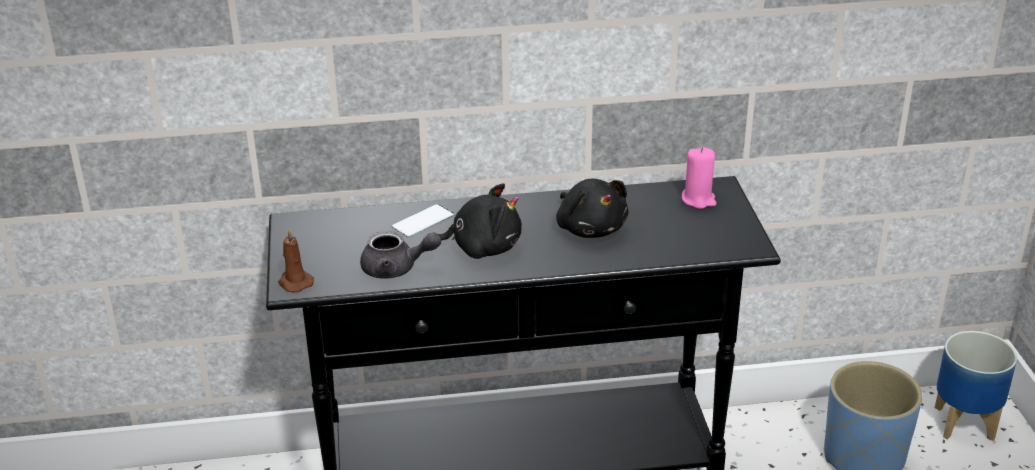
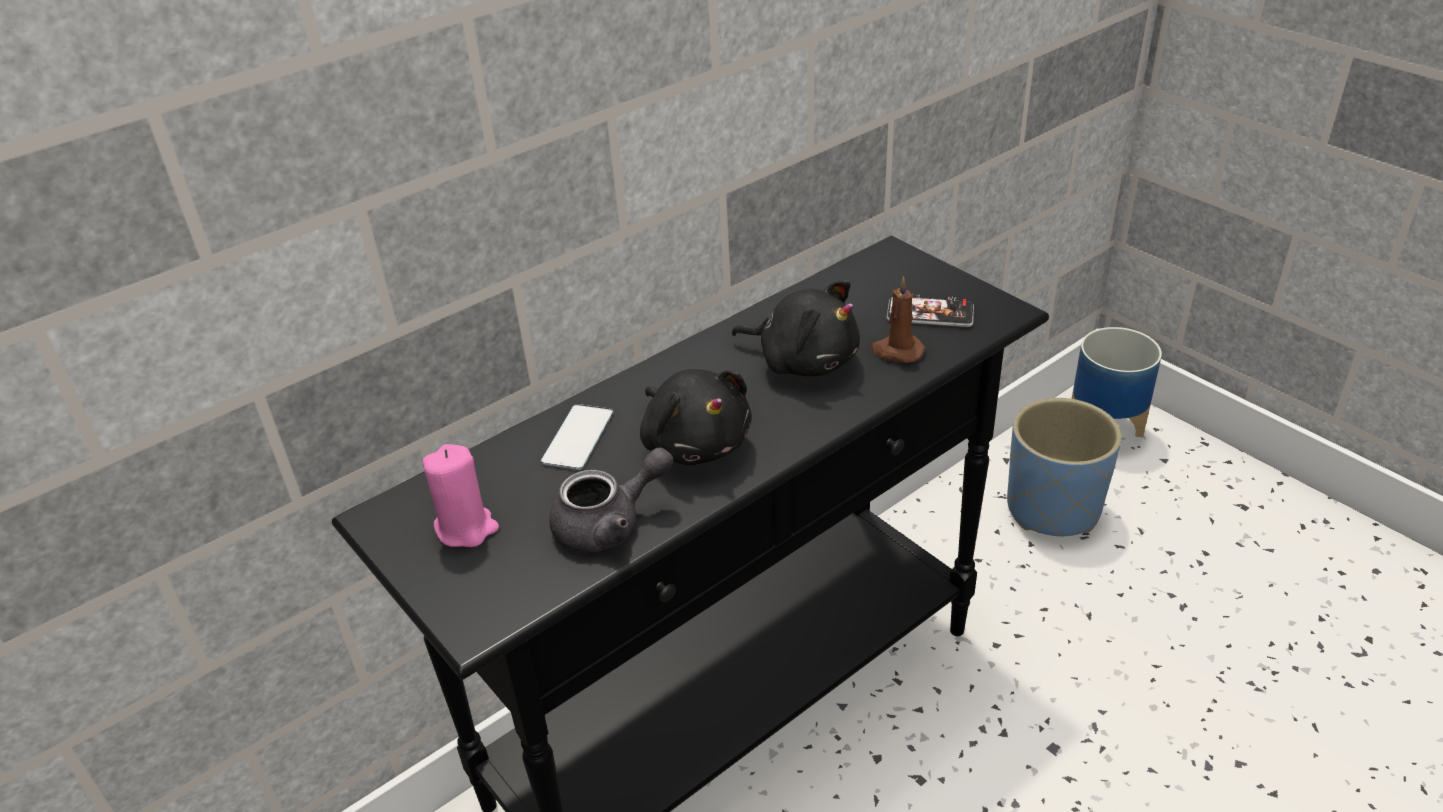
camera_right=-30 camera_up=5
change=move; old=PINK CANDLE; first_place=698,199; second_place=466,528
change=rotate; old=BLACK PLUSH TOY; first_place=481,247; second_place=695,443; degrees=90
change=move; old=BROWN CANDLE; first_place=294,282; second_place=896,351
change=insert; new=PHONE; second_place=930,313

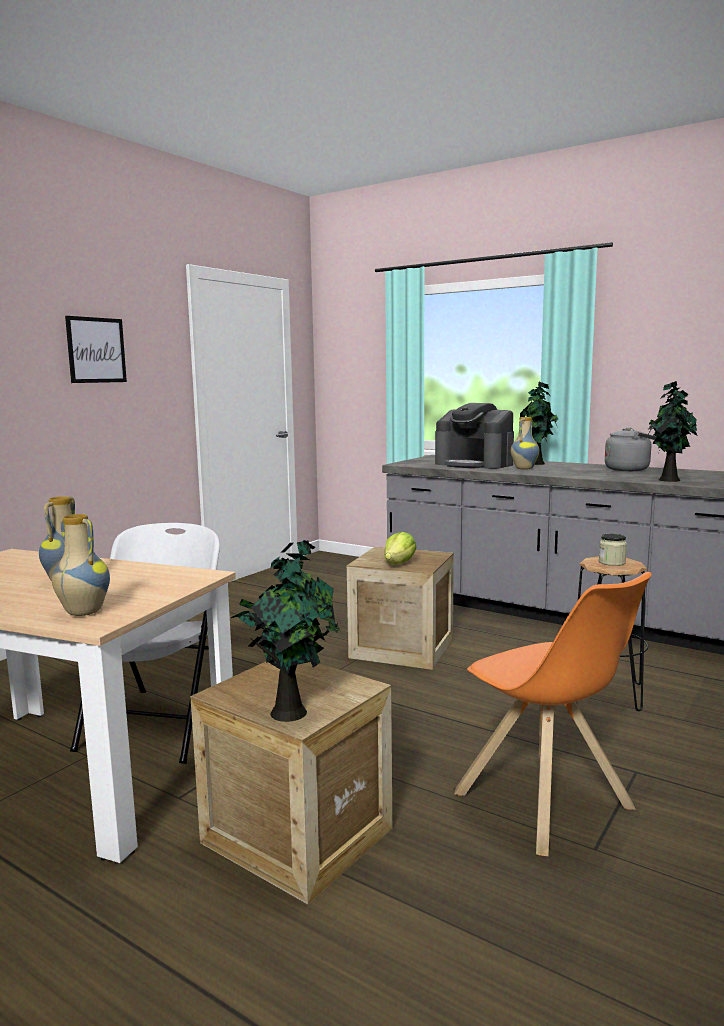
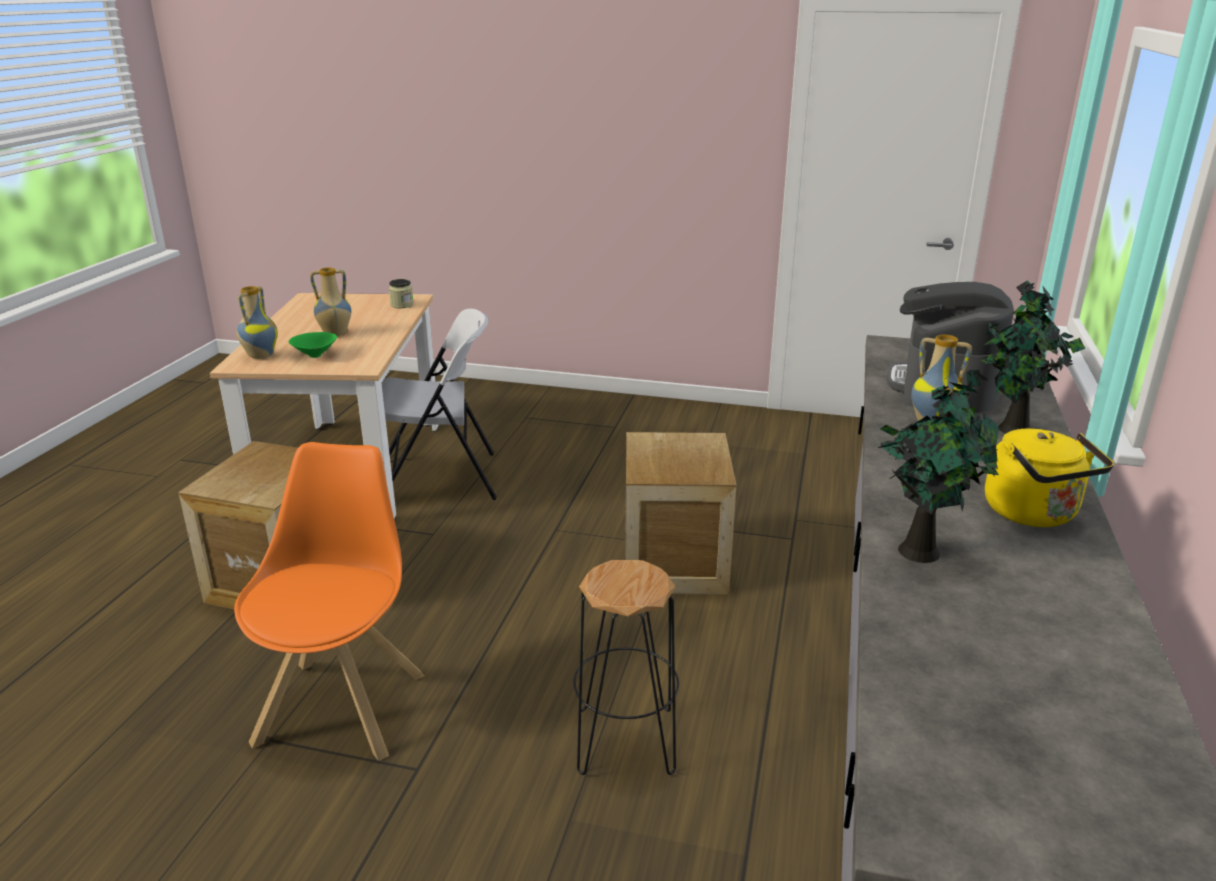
camera_right=70 camera_up=15
change=delete; old=PICTURE; first_place=96,350
change=recolor; old=GREY KETTLE; new=YELLOW KETTLE; first_place=630,469; second_place=1034,514
change=delete; old=LETTUCE; first_place=399,564
change=move; old=JAR; first_place=612,562; second_place=402,305
change=delete; old=POTTED PLANT; first_place=291,711
change=rotate; old=ORANGE CHAIR; first_place=546,803; second_place=343,704; degrees=150
change=insert; new=GREEN BOWL; second_place=315,356

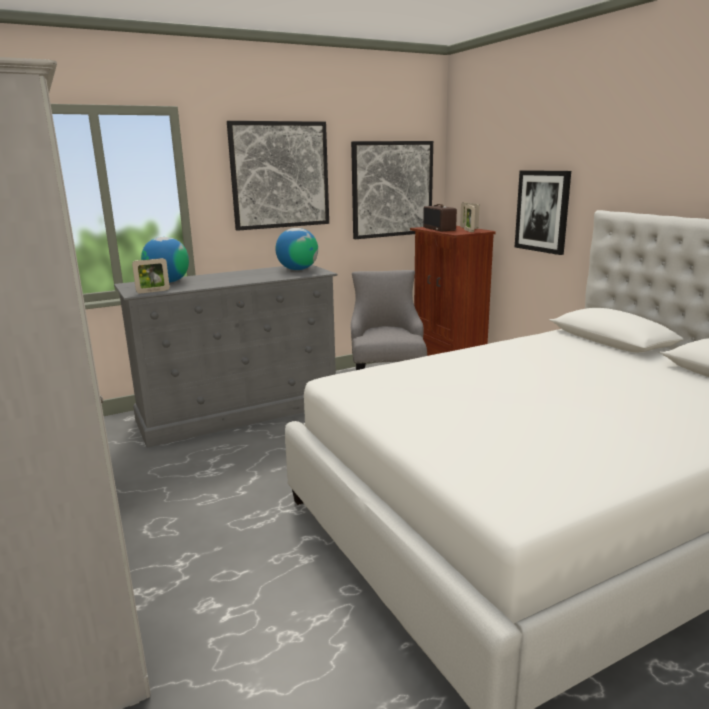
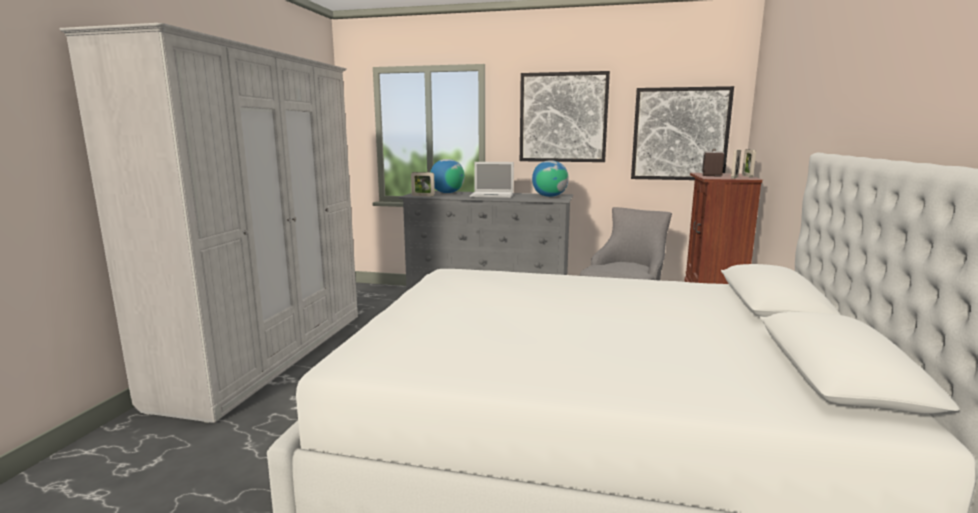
camera_right=40 camera_up=-5
change=delete; old=PICTURE; first_place=542,211
change=insert; new=LAPTOP; second_place=493,195

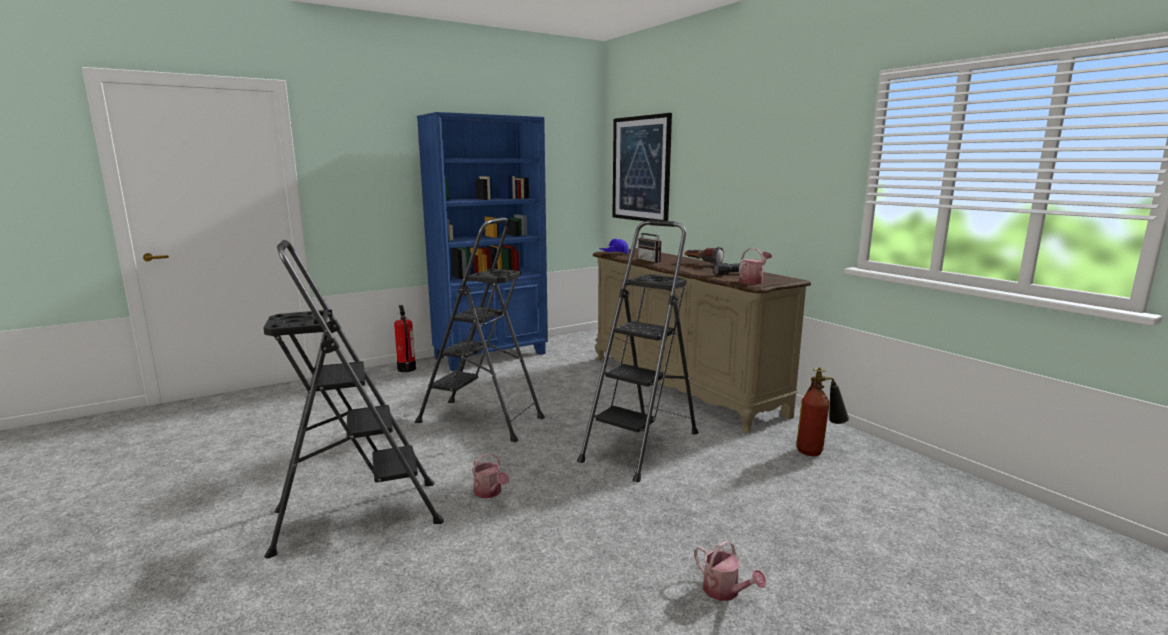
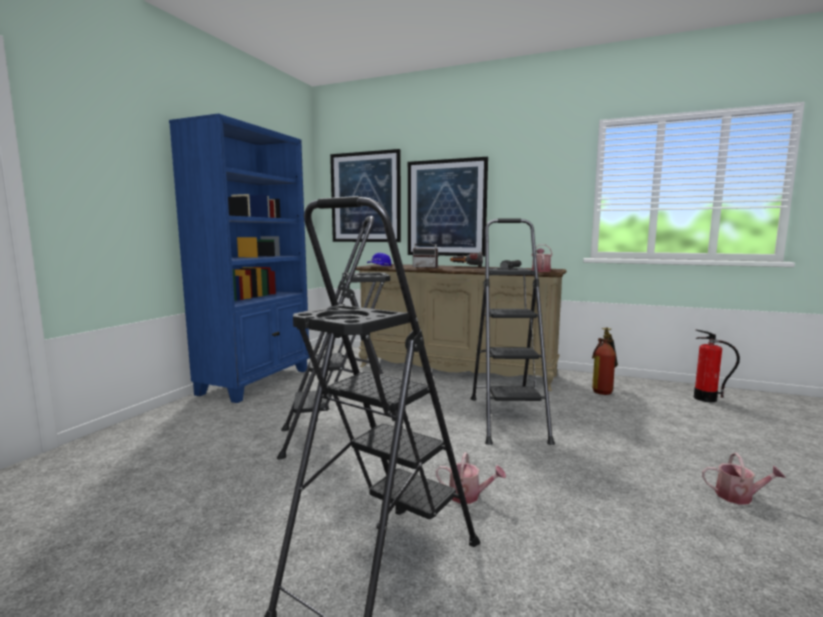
camera_right=-35 camera_up=-5
change=move; old=FIRE EXTINGUISHER; first_place=406,369; second_place=705,398
change=insert; new=PICTURE; second_place=446,208

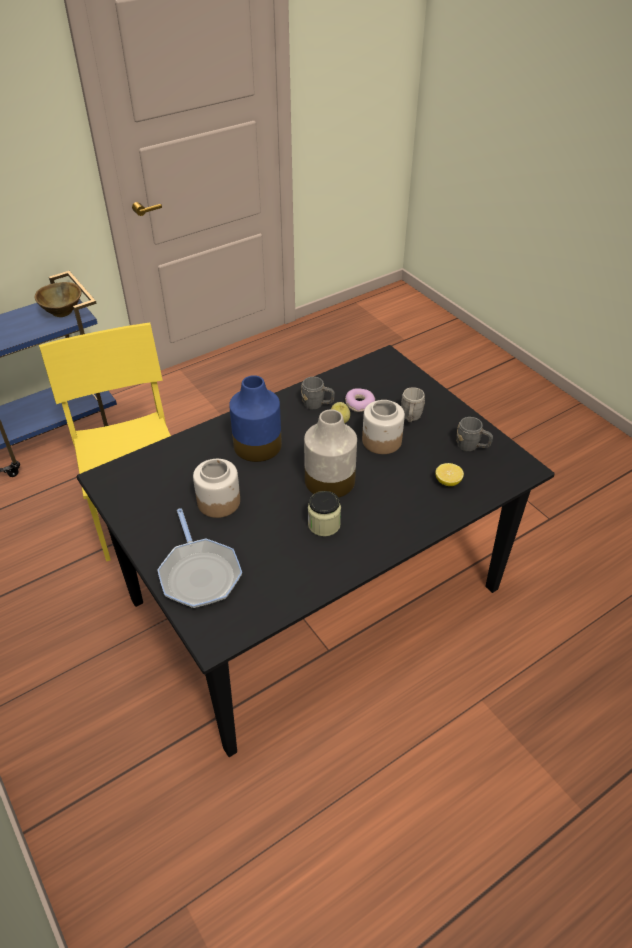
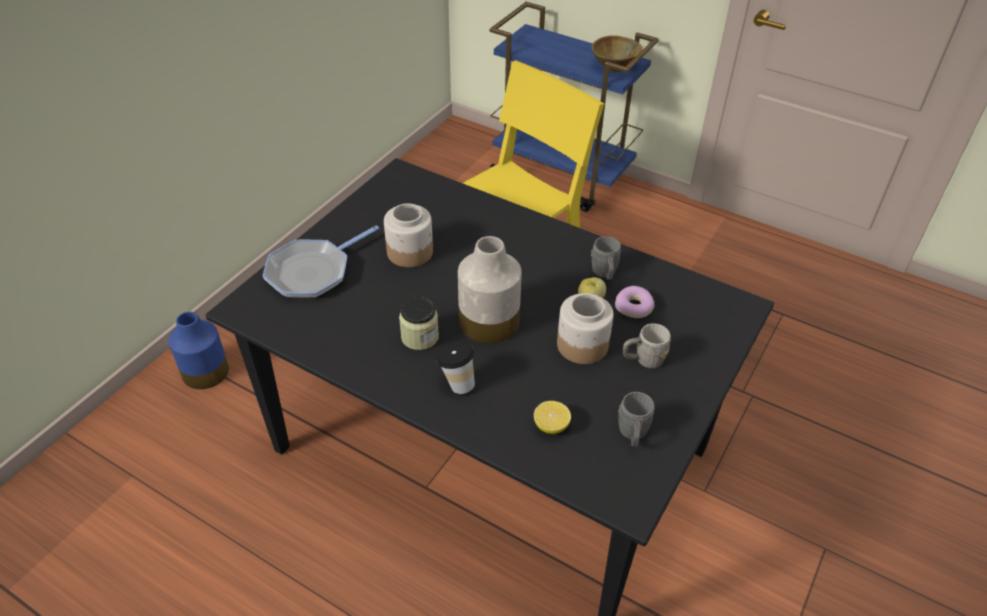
camera_right=65 camera_up=0
change=move; old=BLUE VASE; first_place=257,445; second_place=205,372
change=insert; new=CUP; second_place=456,383

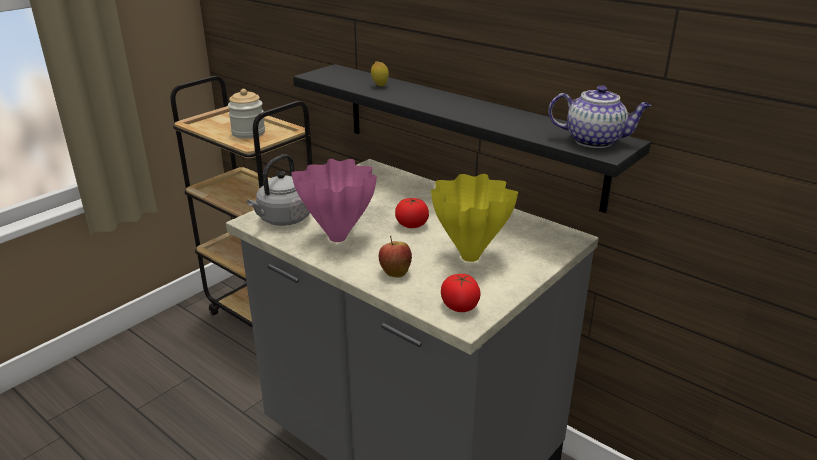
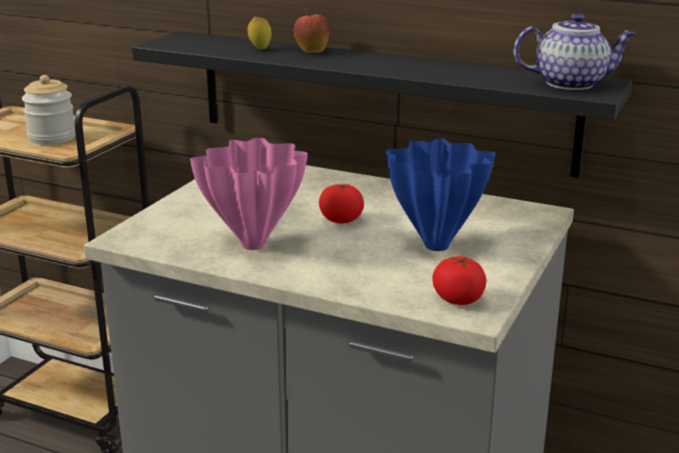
camera_right=-15 camera_up=-5
change=delete; old=GREY KETTLE; first_place=282,220
change=recolor; old=YELLOW VASE; new=BLUE VASE; first_place=470,256; second_place=436,245
change=move; old=APPLE; first_place=395,272; second_place=312,51

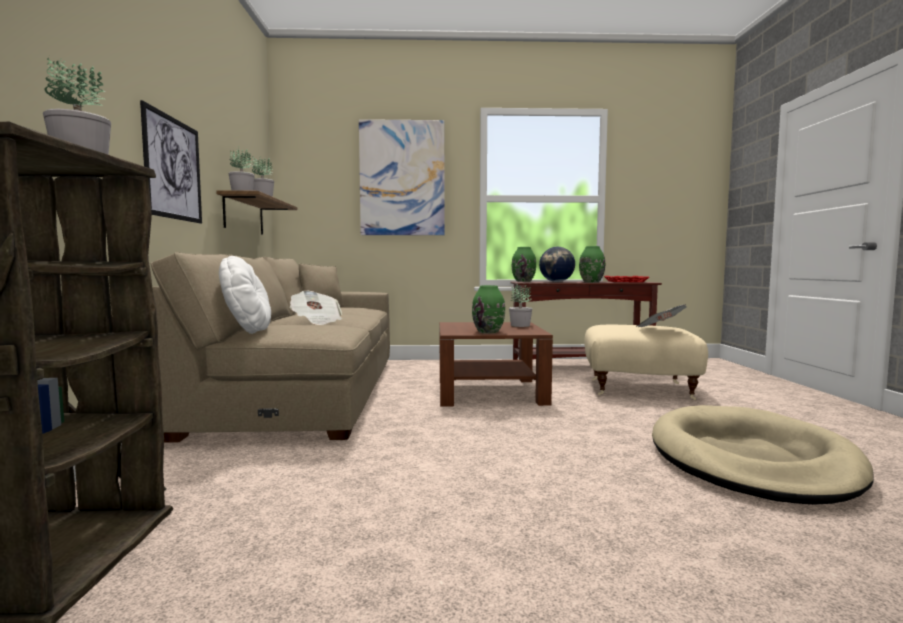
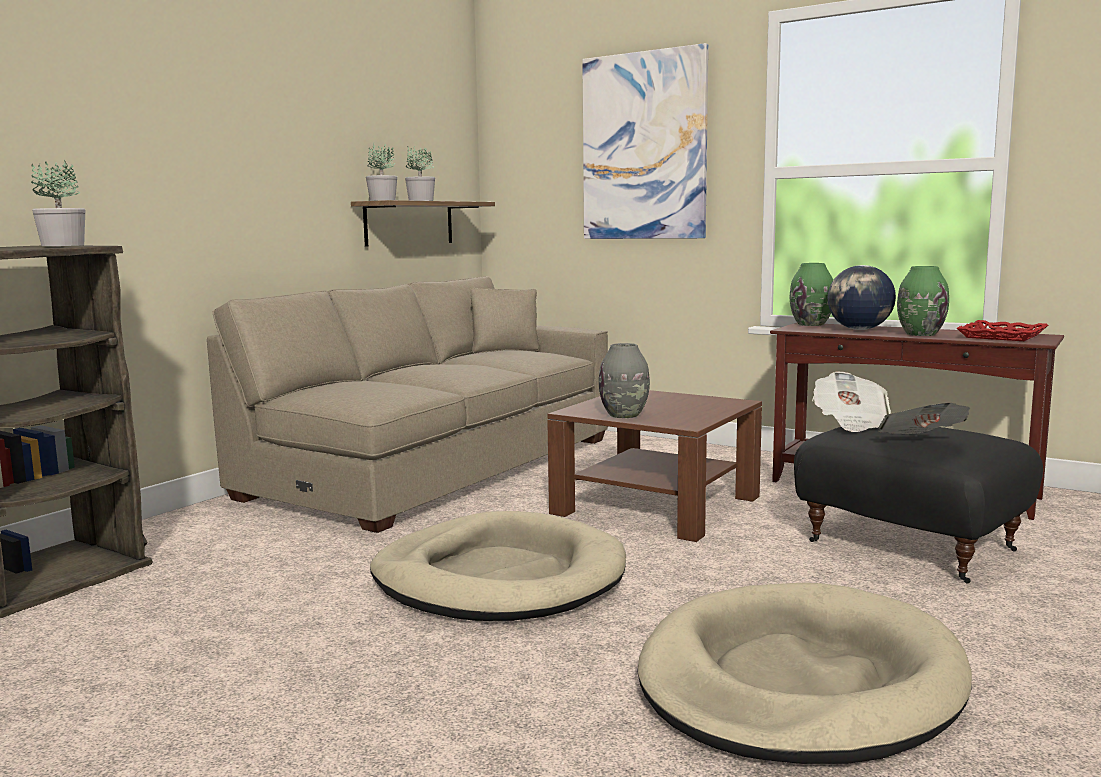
camera_right=35 camera_up=5
change=delete; old=PICTURE; first_place=173,168
change=delete; old=WHITE PILLOW; first_place=247,332
change=delete; old=POTTED PLANT; first_place=520,325
change=recolor; old=GREEN VASE; new=GREY VASE; first_place=488,332; second_place=624,415
change=move; old=NEWSPAPER; first_place=316,322; second_place=850,423
change=recolor; old=BEIGE OTTOMAN; new=BLACK OTTOMAN; first_place=639,388; second_place=912,545
change=insert; new=BEIGE DOG BED; second_place=499,578

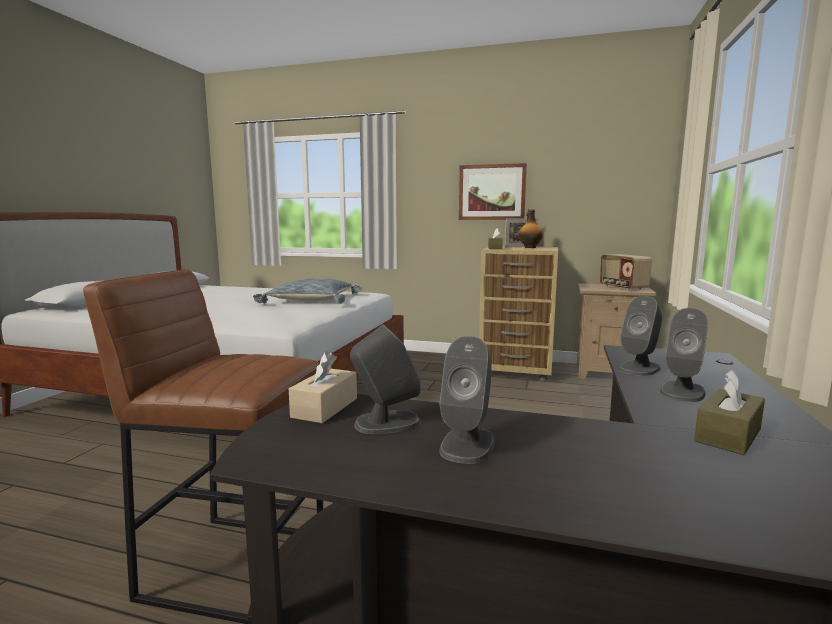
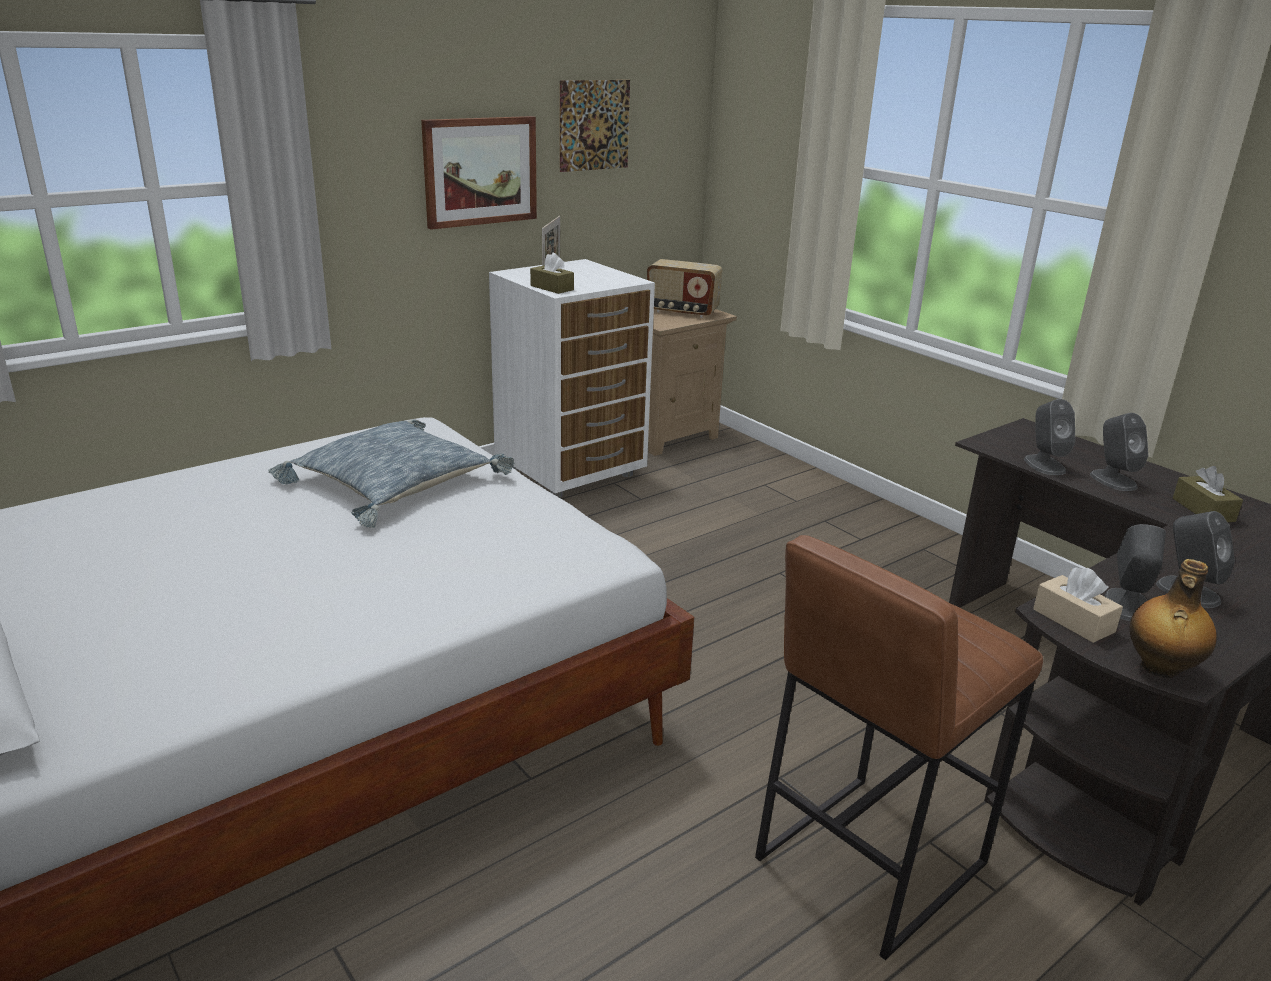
camera_right=-55 camera_up=15
change=move; old=BOTTLE; first_place=529,247; second_place=1159,668
change=recolor; old=BROWN DRESSER; new=WHITE DRESSER; first_place=516,369; second_place=571,471
change=insert; new=PICTURE; second_place=594,125

